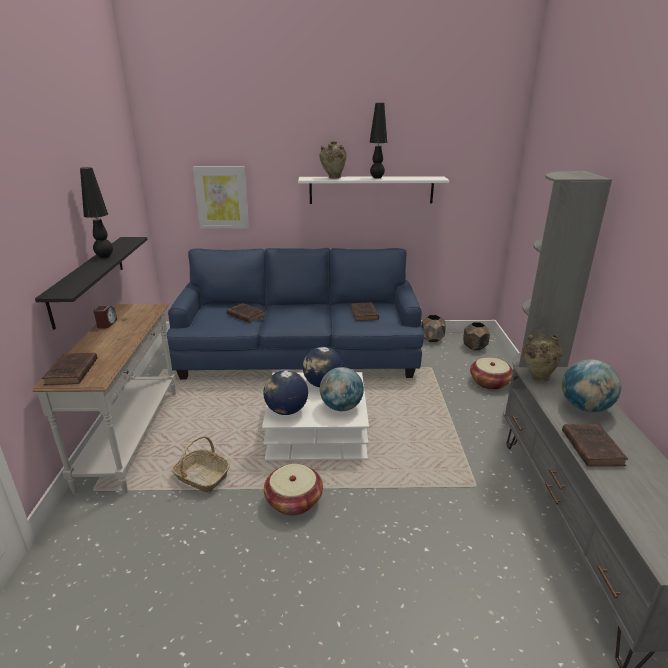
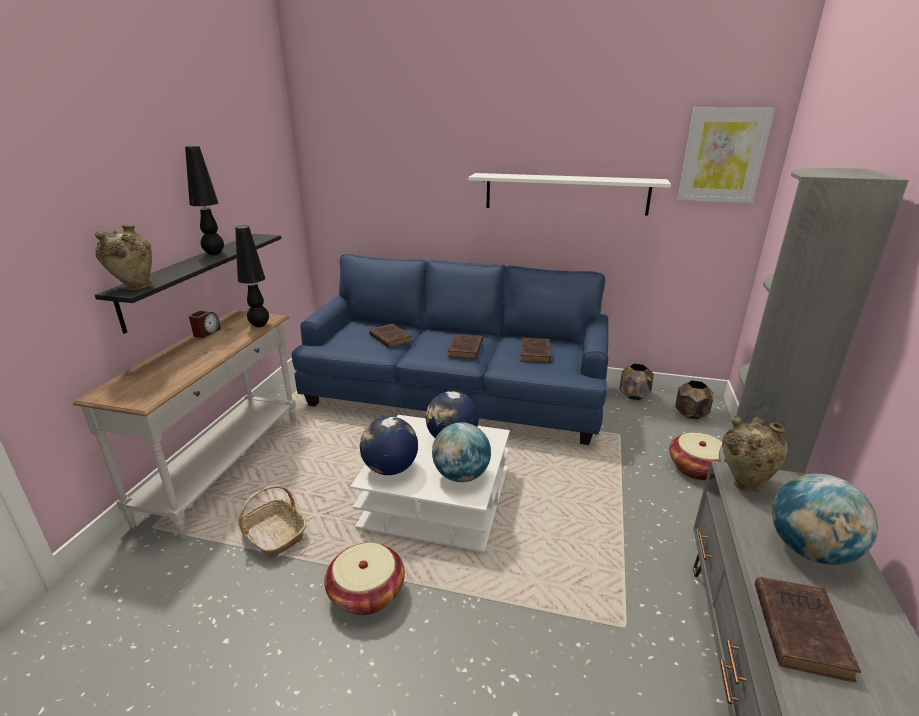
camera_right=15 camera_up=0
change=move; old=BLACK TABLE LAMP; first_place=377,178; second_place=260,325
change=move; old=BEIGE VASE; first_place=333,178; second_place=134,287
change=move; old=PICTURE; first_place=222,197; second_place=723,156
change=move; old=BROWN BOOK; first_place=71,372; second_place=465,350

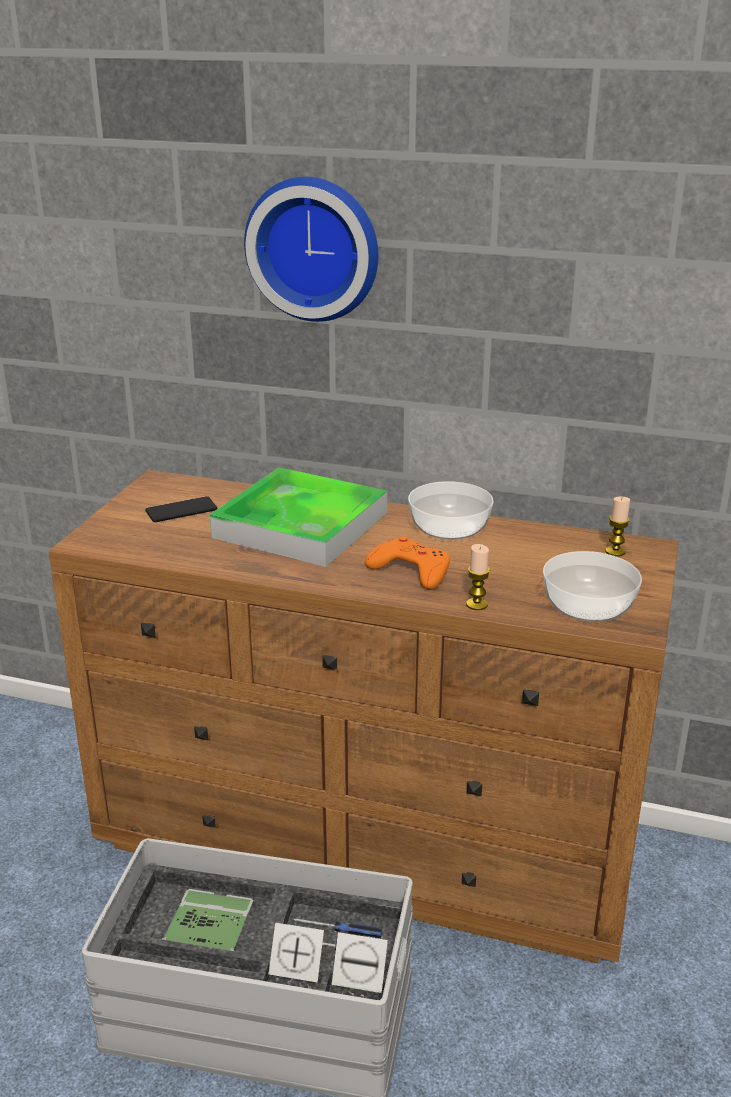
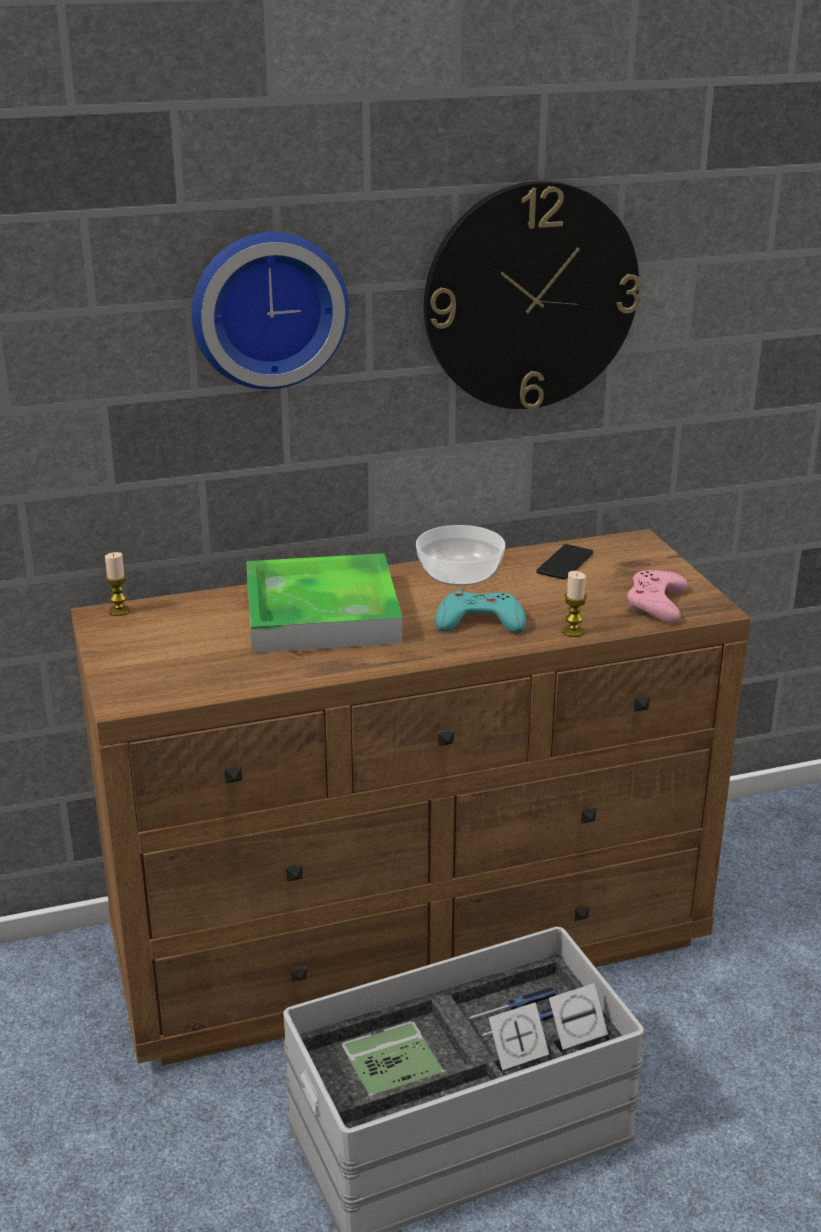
camera_right=-35 camera_up=0
change=move; old=PHONE; first_place=181,510; second_place=565,563
change=move; old=CANDLE; first_place=615,551; second_place=119,611
change=recolor; old=ORANGE GAME CONTROLLER; new=TURQUOISE GAME CONTROLLER; first_place=411,570; second_place=479,621
change=replace; old=BOWL; new=PINK GAME CONTROLLER; first_place=588,606; second_place=656,603
change=insert; new=WALL CLOCK; second_place=531,297

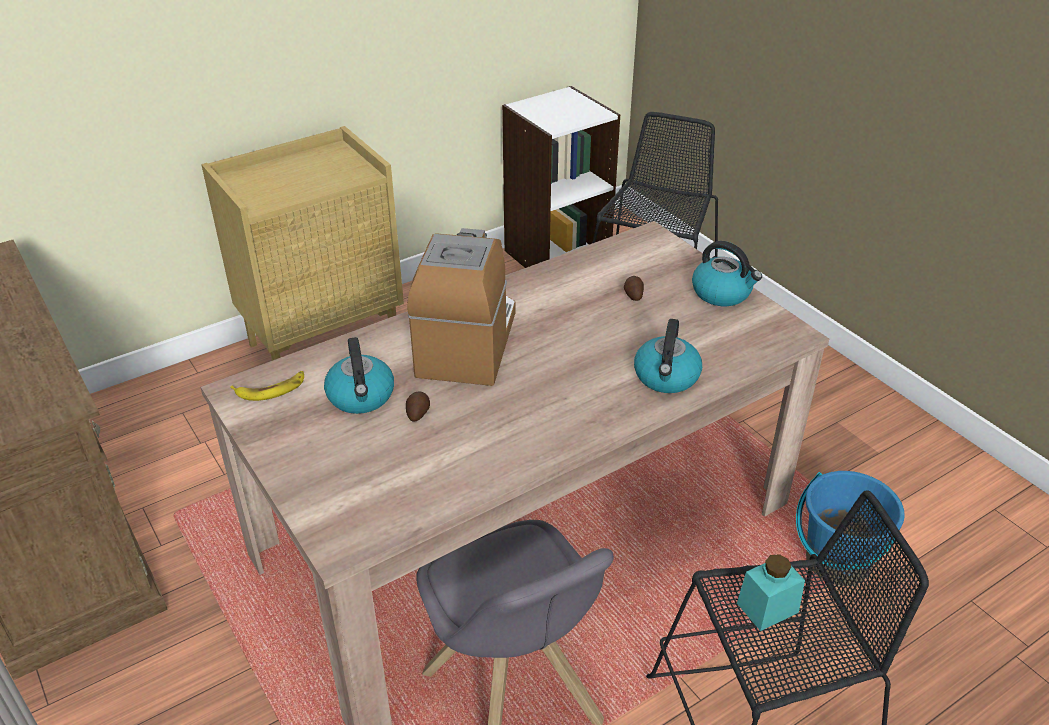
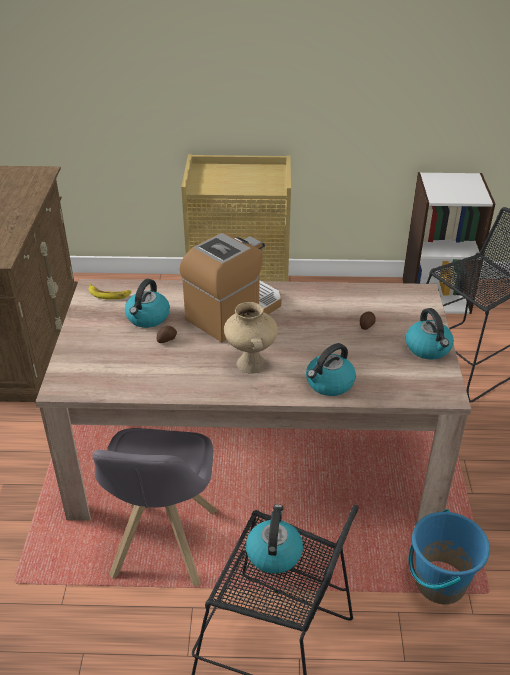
camera_right=35 camera_up=0
change=replace; old=TURQUOISE JAR; new=KETTLE; first_place=767,607; second_place=274,552
change=insert; new=BEIGE VASE; second_place=250,363

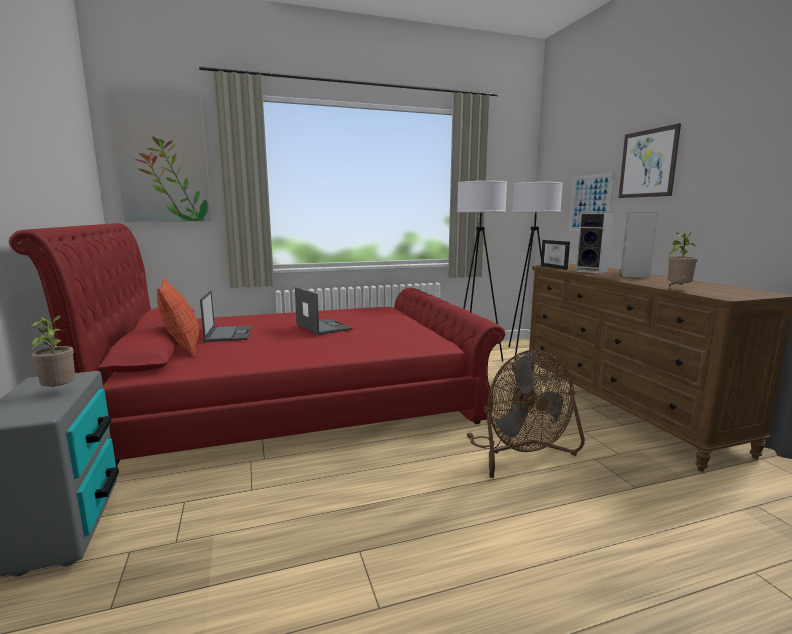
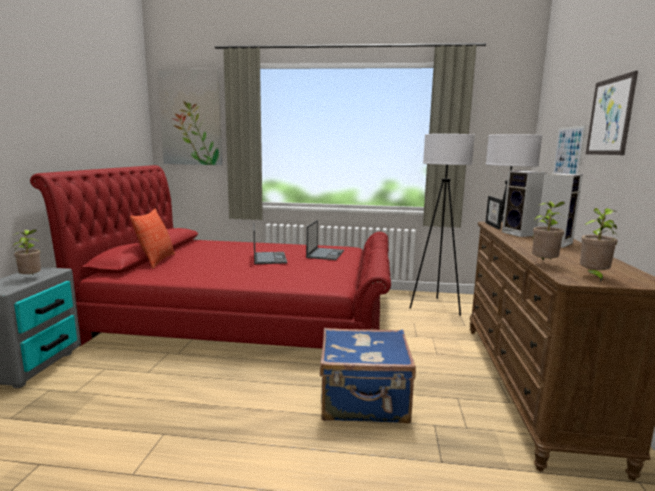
camera_right=25 camera_up=0
change=move; old=LAPTOP; first_place=229,333; second_place=325,254
change=replace; old=BROWN FAN; new=BLUE SUITCASE; first_place=518,456; second_place=364,402
change=insert; new=POTTED PLANT; second_place=593,277

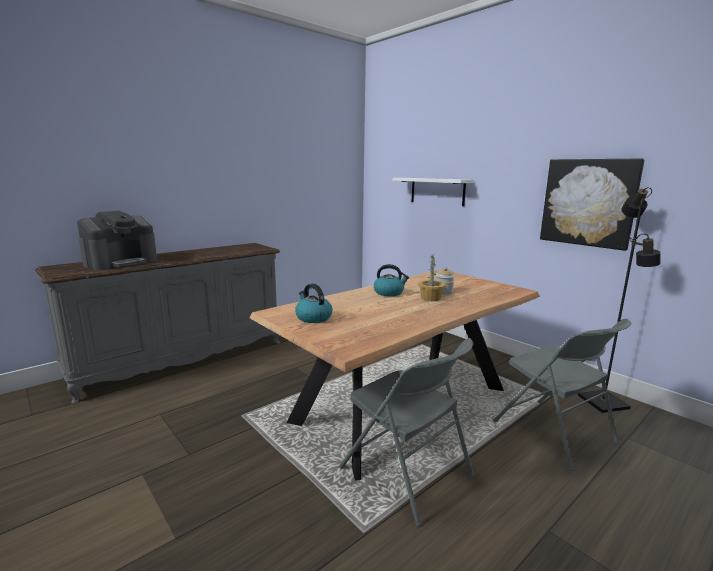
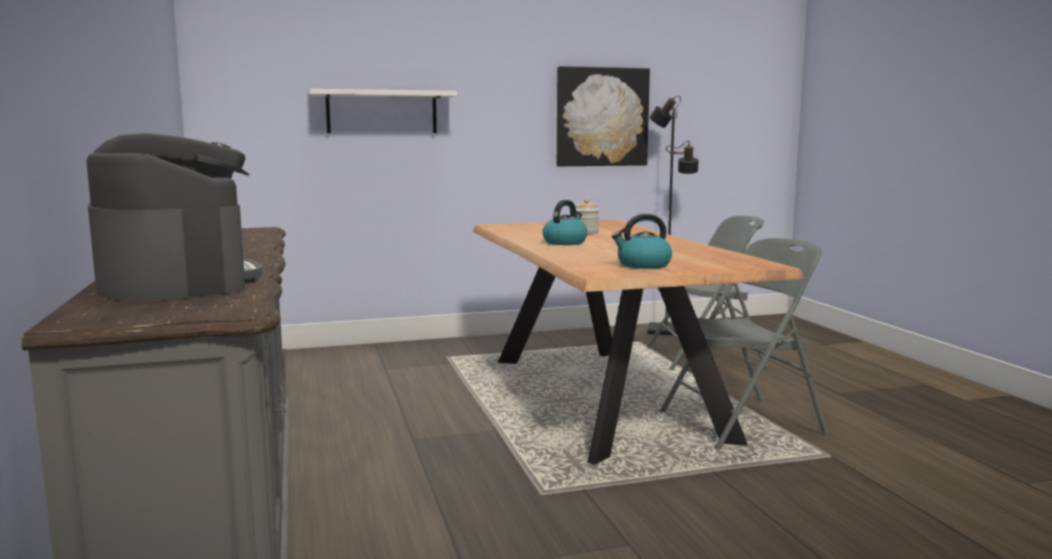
camera_right=-65 camera_up=-5
change=delete; old=POTTED PLANT; first_place=431,298

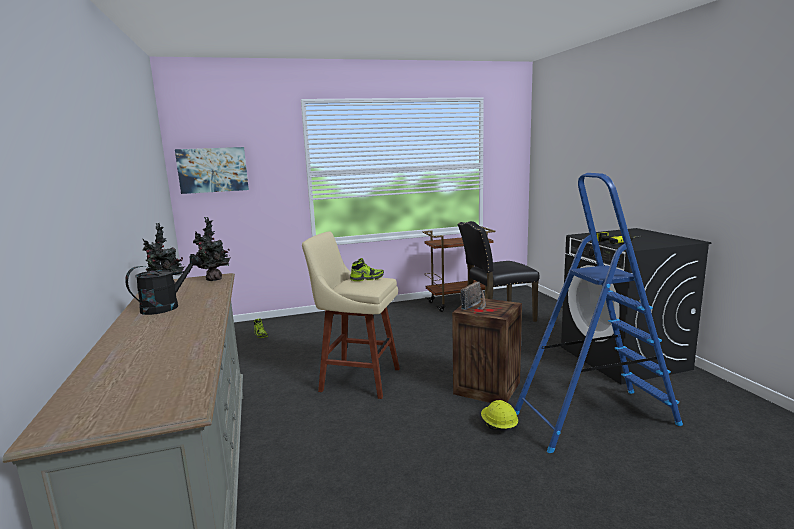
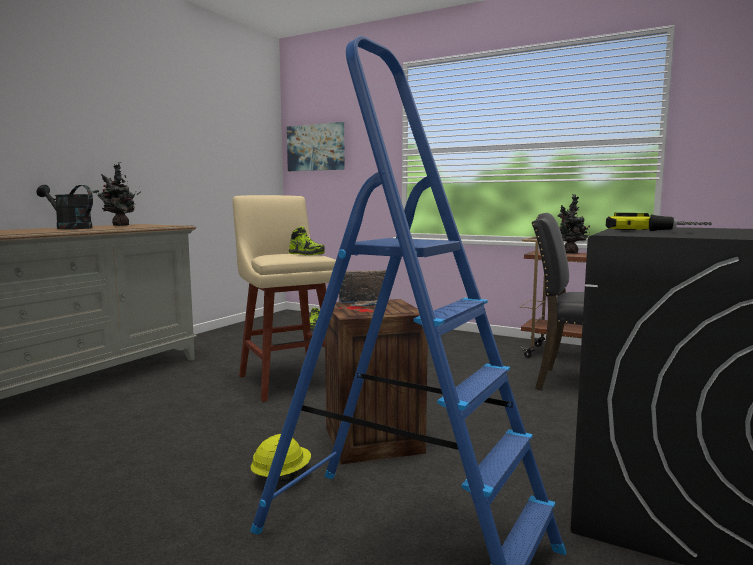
camera_right=45 camera_up=-5
change=move; old=POTTED PLANT; first_place=214,279; second_place=570,253
change=rotate; old=BLACK WATERING CAN; first_place=166,306; second_place=69,228; degrees=-150

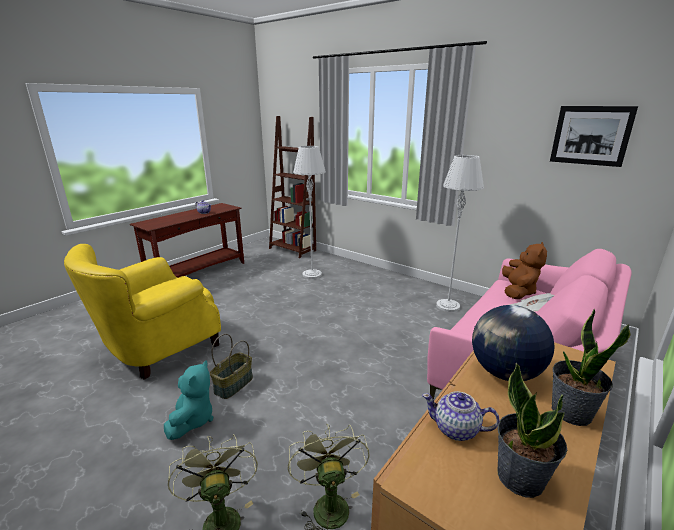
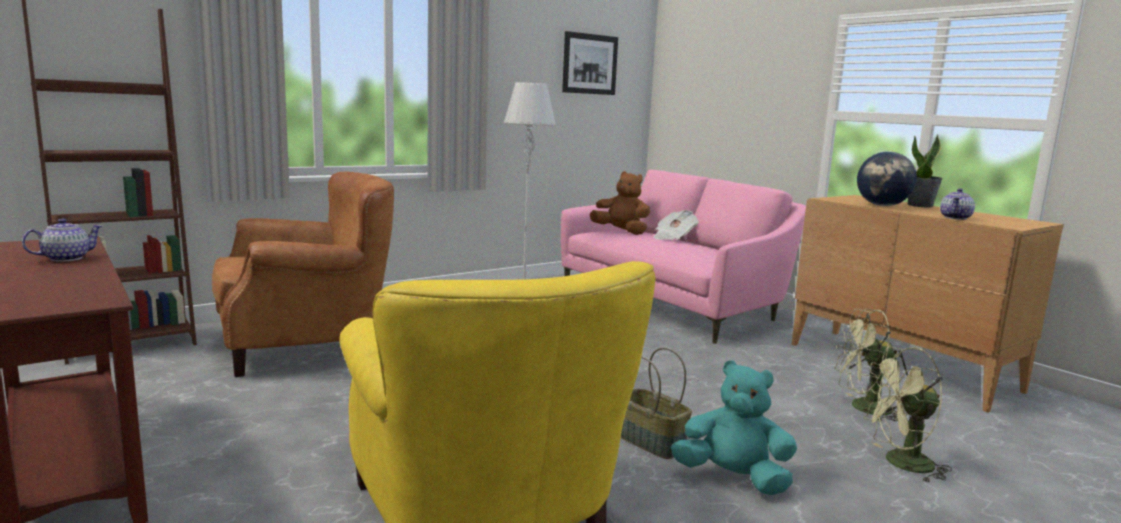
camera_right=-75 camera_up=-10
change=replace; old=GREY FLOOR LAMP; new=BROWN ARMCHAIR; first_place=312,275; second_place=307,346
change=delete; old=POTTED PLANT; first_place=520,476

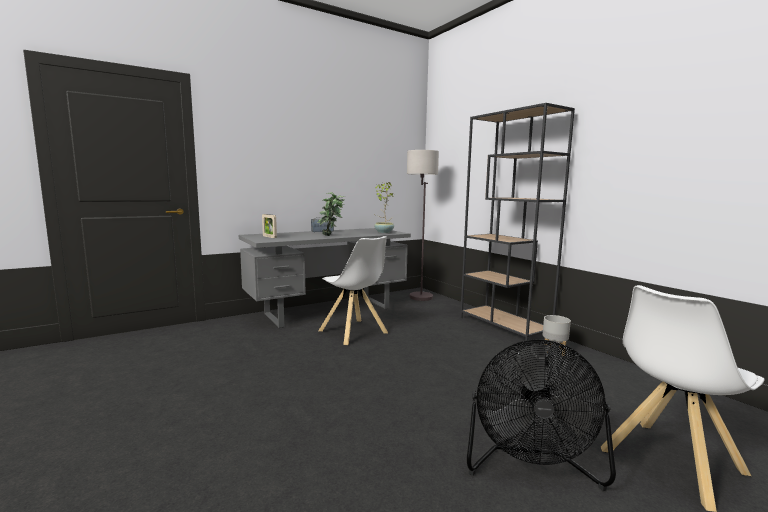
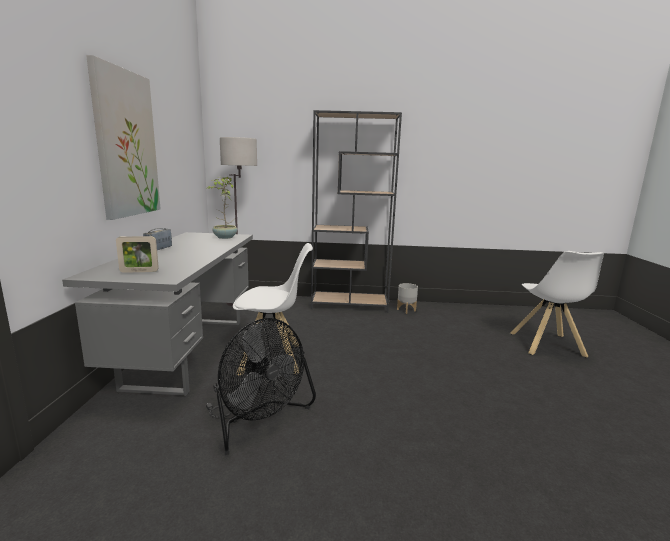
camera_right=-55 camera_up=5
change=delete; old=POTTED PLANT; first_place=331,236
change=move; old=BLACK FAN; first_place=525,463; second_place=255,421
change=insert; new=PICTURE; second_place=126,144

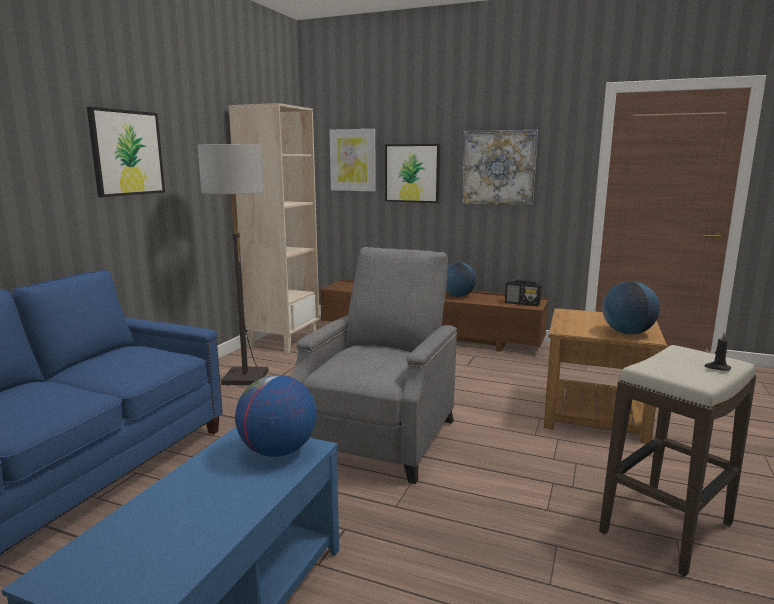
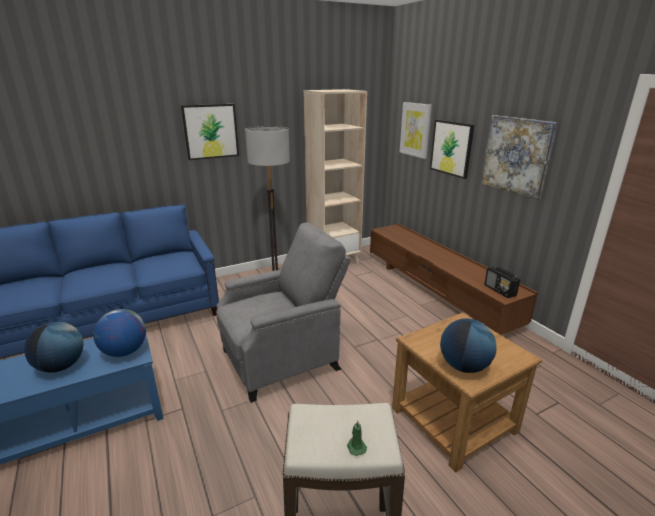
camera_right=40 camera_up=10
change=move; old=GLOBE; first_place=458,296; second_place=61,366
change=recolor; old=BLACK CANDLE; new=GREEN CANDLE; first_place=717,368; second_place=356,447

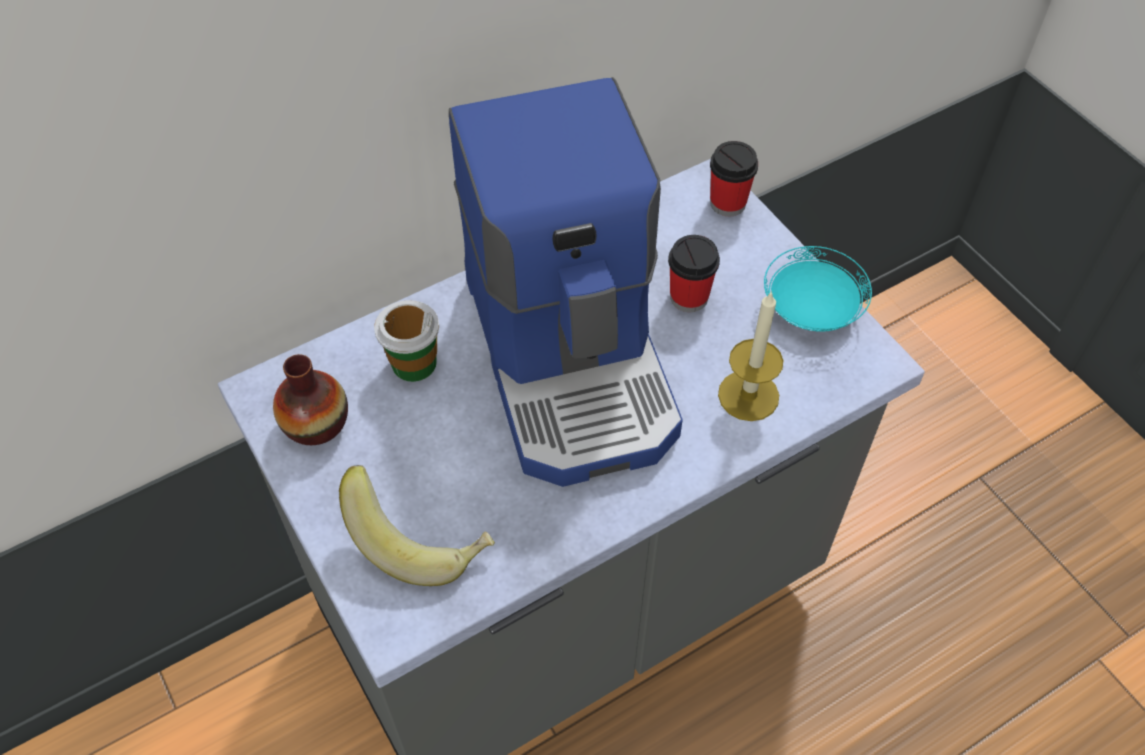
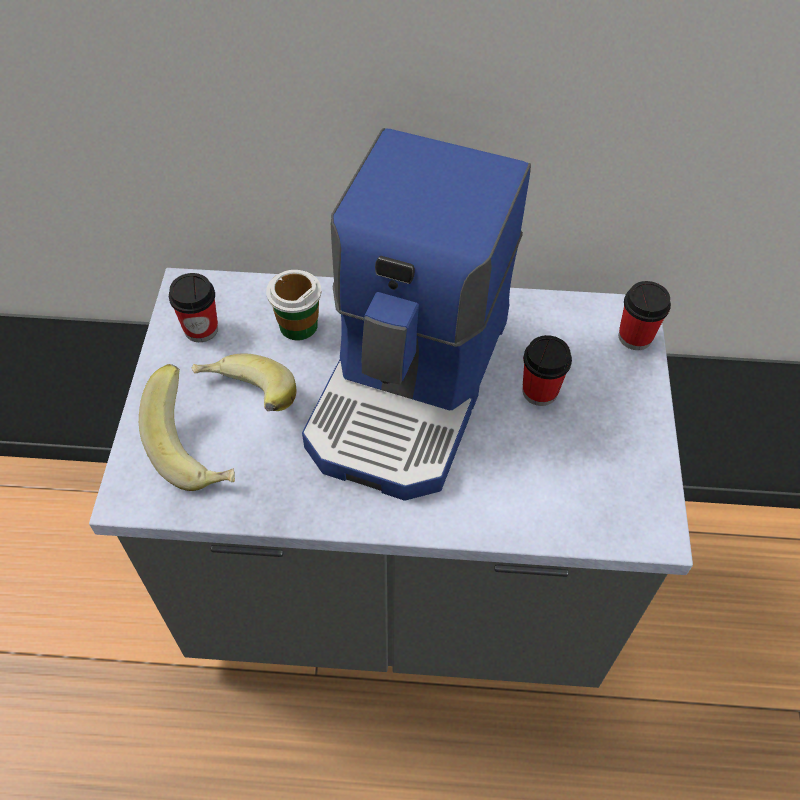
camera_right=35 camera_up=0
change=delete; old=TURQUOISE PLATE; first_place=811,308
change=delete; old=CANDLE; first_place=748,395
change=replace; old=VASE; new=CUP; first_place=316,423; second_place=201,329
change=insert; new=BANANA; second_place=246,402

